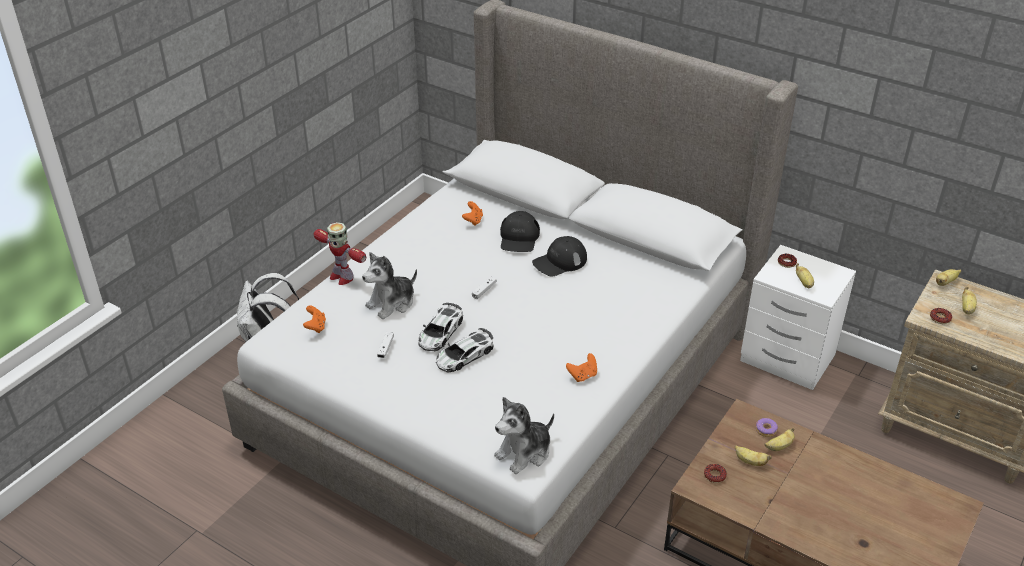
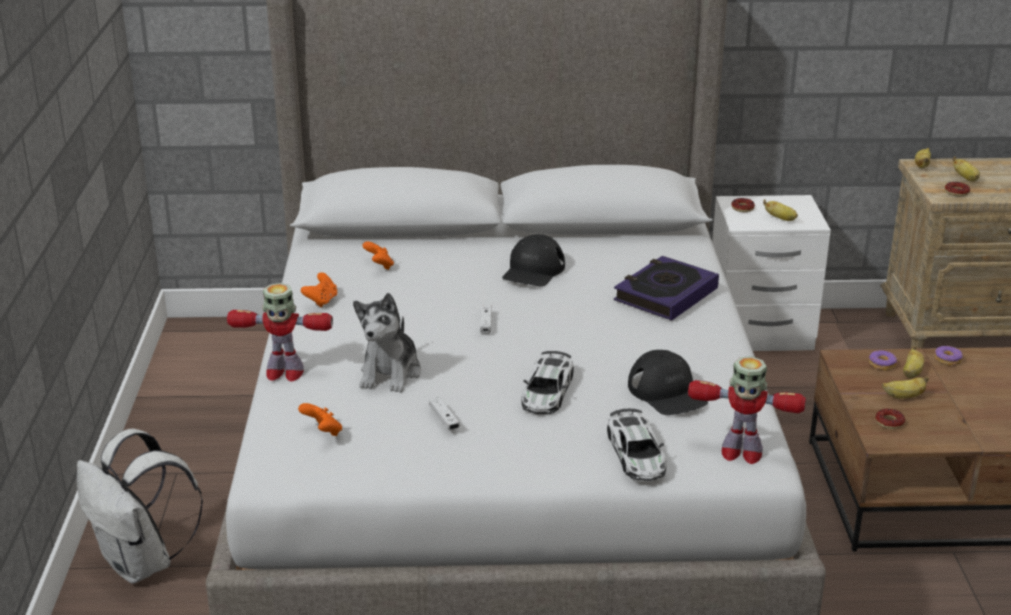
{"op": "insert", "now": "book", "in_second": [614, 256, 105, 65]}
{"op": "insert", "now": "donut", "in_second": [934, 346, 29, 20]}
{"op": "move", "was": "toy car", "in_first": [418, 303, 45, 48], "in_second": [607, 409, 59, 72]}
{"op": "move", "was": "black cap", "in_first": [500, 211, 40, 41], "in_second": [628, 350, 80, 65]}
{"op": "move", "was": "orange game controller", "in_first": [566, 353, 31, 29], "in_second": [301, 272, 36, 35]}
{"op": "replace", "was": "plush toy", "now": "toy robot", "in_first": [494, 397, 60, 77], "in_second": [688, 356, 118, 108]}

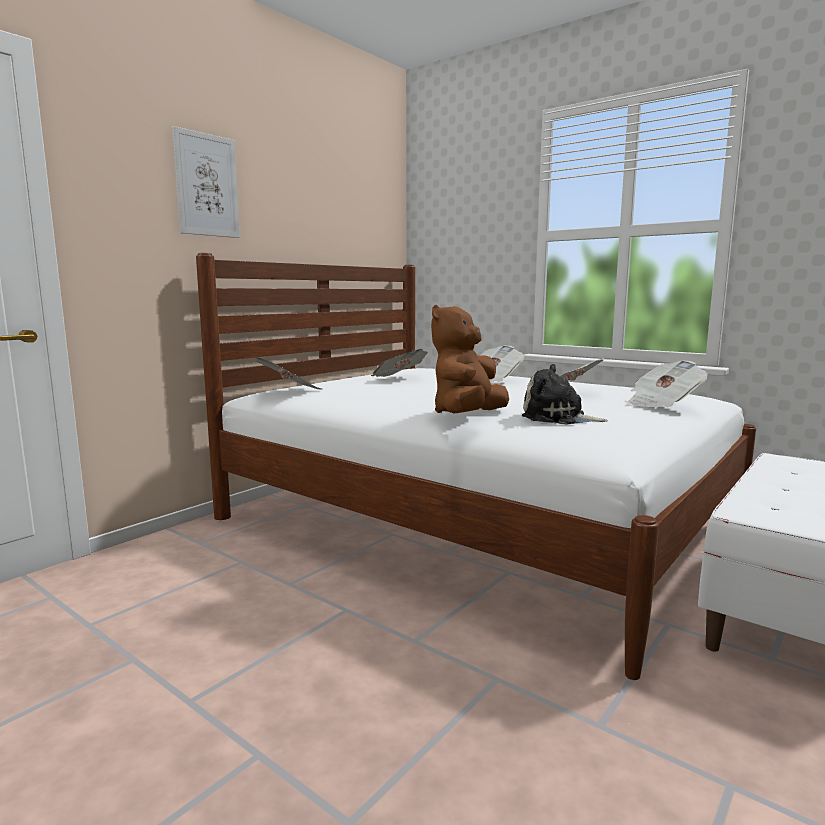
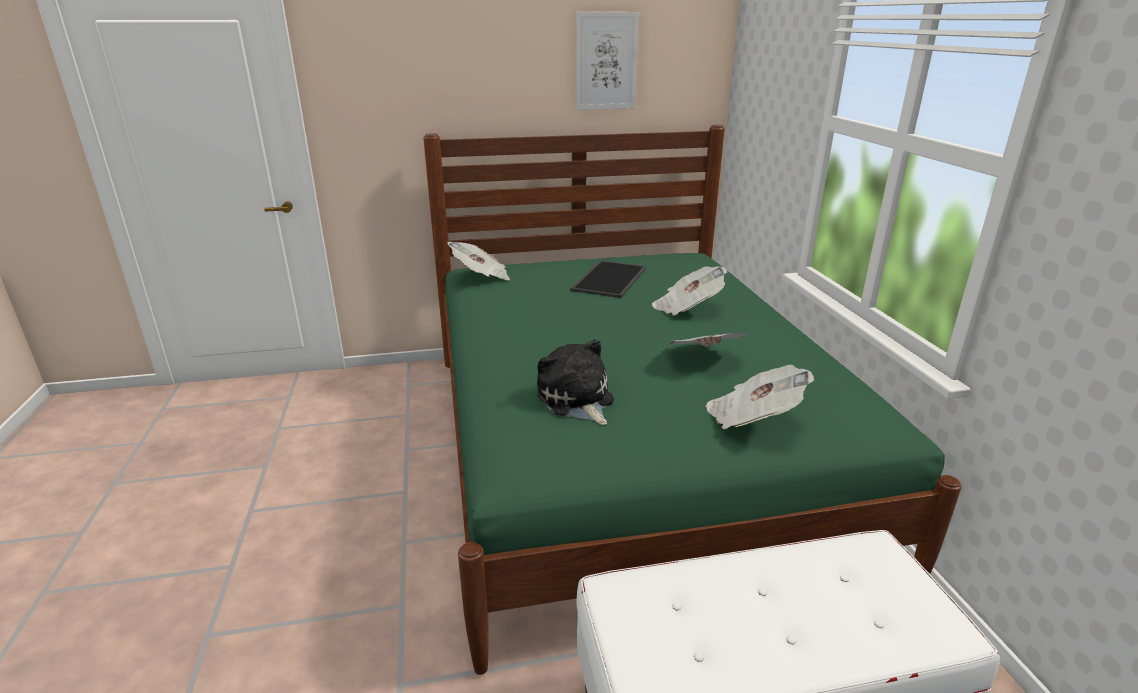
{"op": "delete", "was": "brown plush toy", "in_first": [431, 305, 78, 109]}
{"op": "move", "was": "picture", "in_first": [172, 126, 68, 112], "in_second": [576, 12, 63, 98]}
{"op": "replace", "was": "newspaper", "now": "tray", "in_first": [371, 349, 57, 28], "in_second": [570, 260, 76, 38]}
{"op": "recolor", "was": "white bed", "now": "green bed", "in_first": [196, 253, 560, 427], "in_second": [423, 125, 539, 550]}

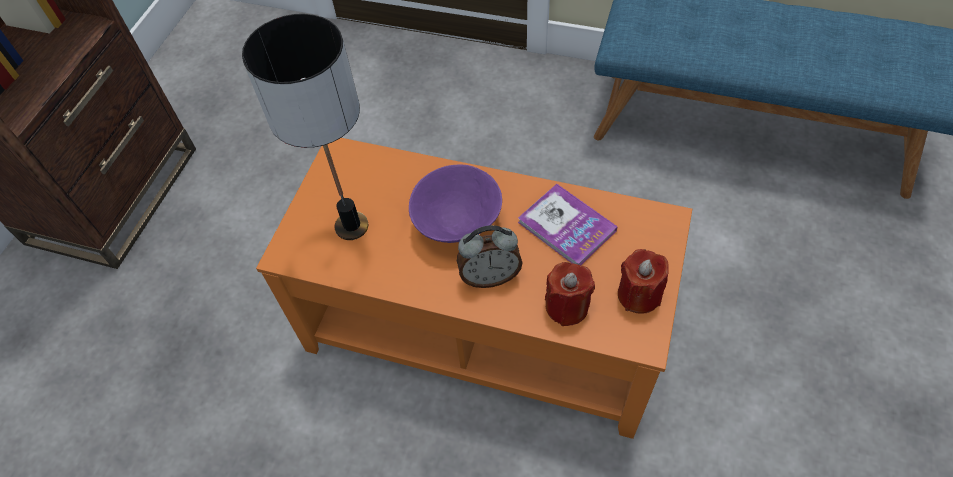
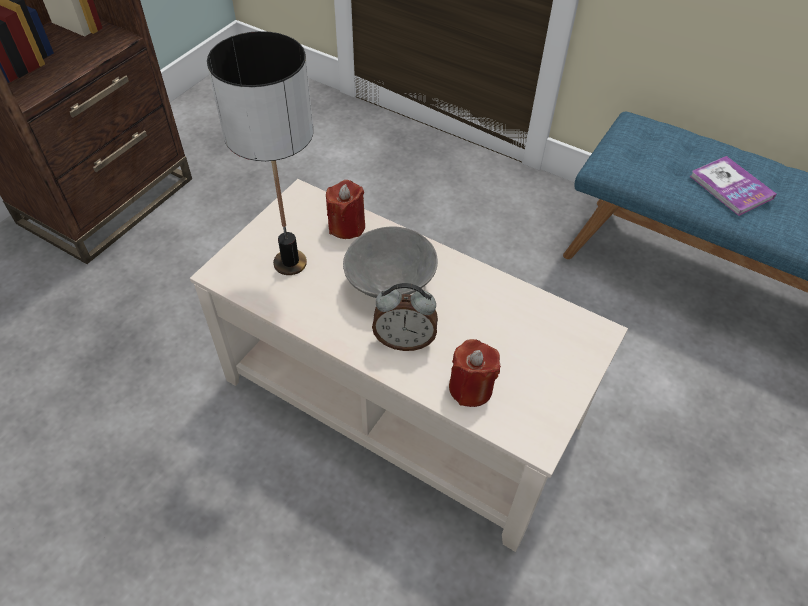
{"op": "move", "was": "book", "in_first": [518, 184, 100, 81], "in_second": [690, 156, 86, 60]}
{"op": "move", "was": "red candle", "in_first": [618, 249, 51, 65], "in_second": [326, 180, 39, 59]}
{"op": "recolor", "was": "orange coffee table", "now": "beige coffee table", "in_first": [256, 138, 436, 301], "in_second": [190, 179, 438, 373]}
{"op": "recolor", "was": "purple bowl", "now": "grey bowl", "in_first": [409, 164, 93, 79], "in_second": [343, 226, 95, 72]}

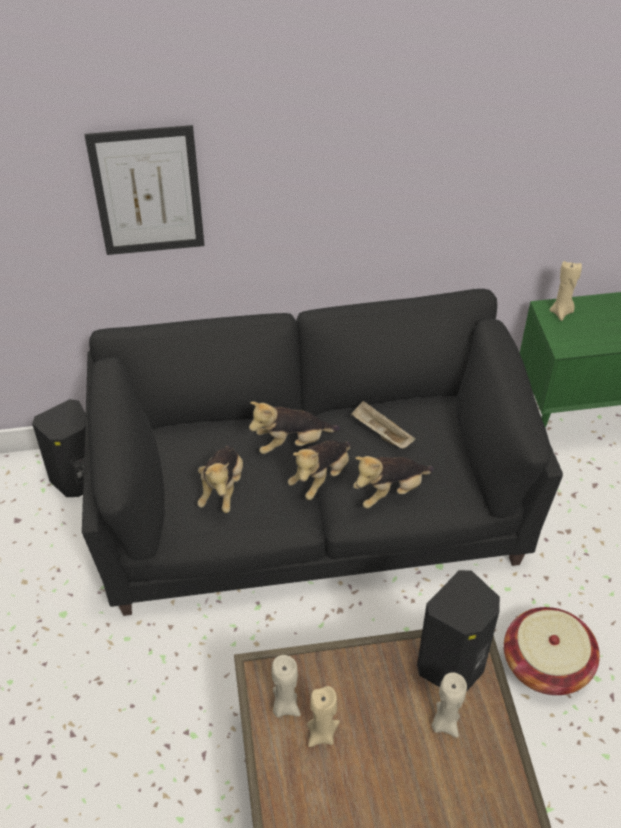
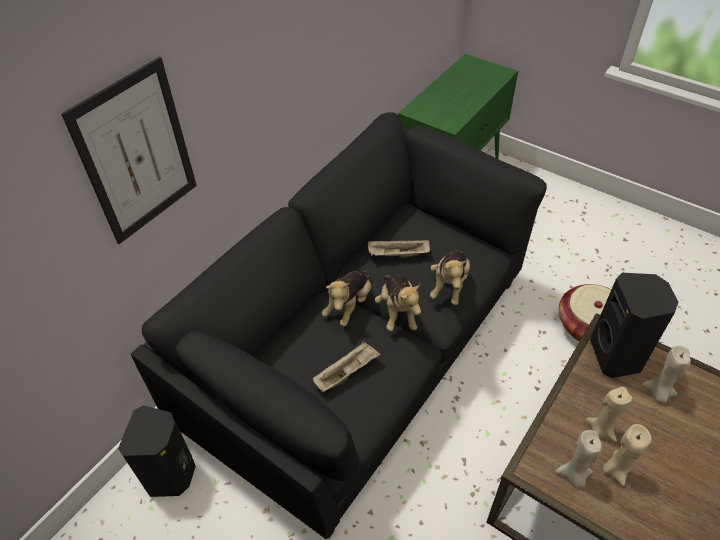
{"op": "move", "was": "beige candle", "in_first": [549, 261, 33, 60], "in_second": [586, 387, 47, 56]}
{"op": "replace", "was": "plush toy", "now": "beige tray", "in_first": [197, 446, 46, 67], "in_second": [313, 341, 67, 51]}

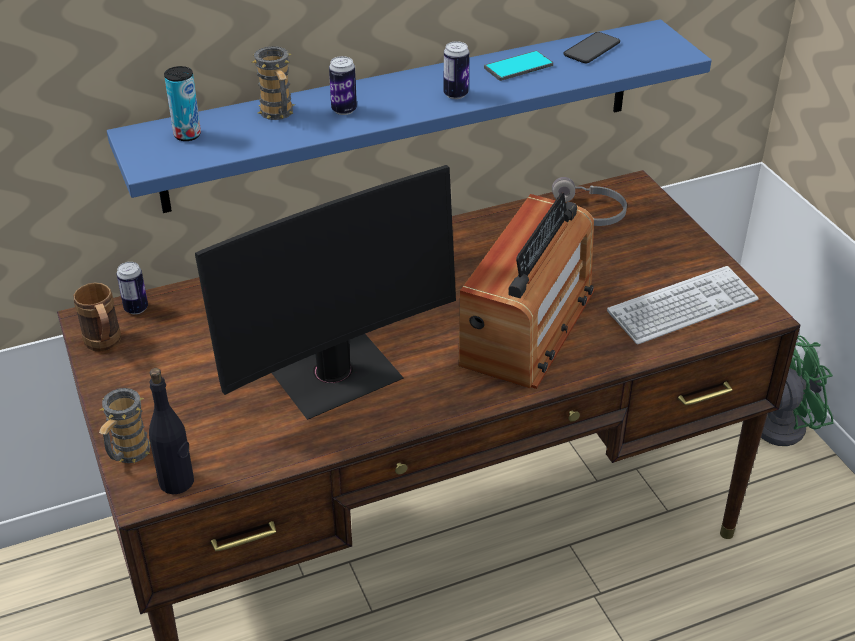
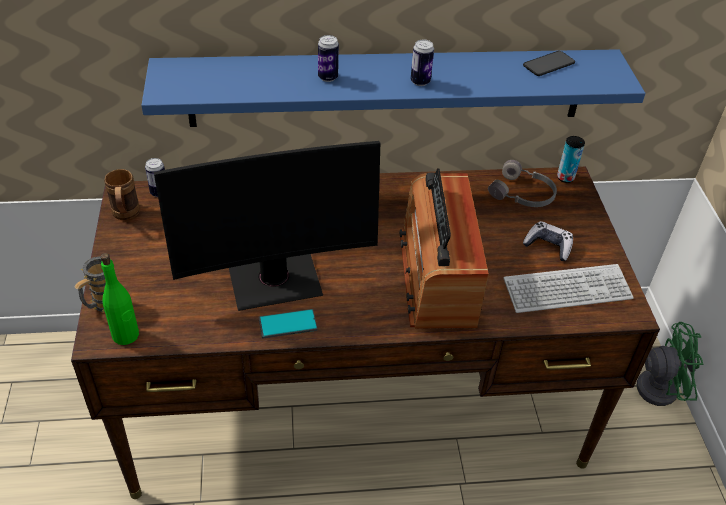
{"op": "delete", "was": "mug", "in_first": [252, 46, 43, 74]}
{"op": "insert", "now": "game controller", "in_second": [523, 221, 50, 40]}
{"op": "move", "was": "can", "in_first": [164, 66, 37, 75], "in_second": [557, 136, 28, 47]}
{"op": "move", "was": "phone", "in_first": [484, 51, 69, 30], "in_second": [259, 309, 59, 30]}
{"op": "recolor", "was": "black bottle", "now": "green bottle", "in_first": [149, 368, 45, 126], "in_second": [101, 253, 38, 92]}
{"op": "rotate", "was": "radio", "in_first": [458, 193, 137, 196], "in_second": [400, 168, 89, 161], "clockwise": 135}

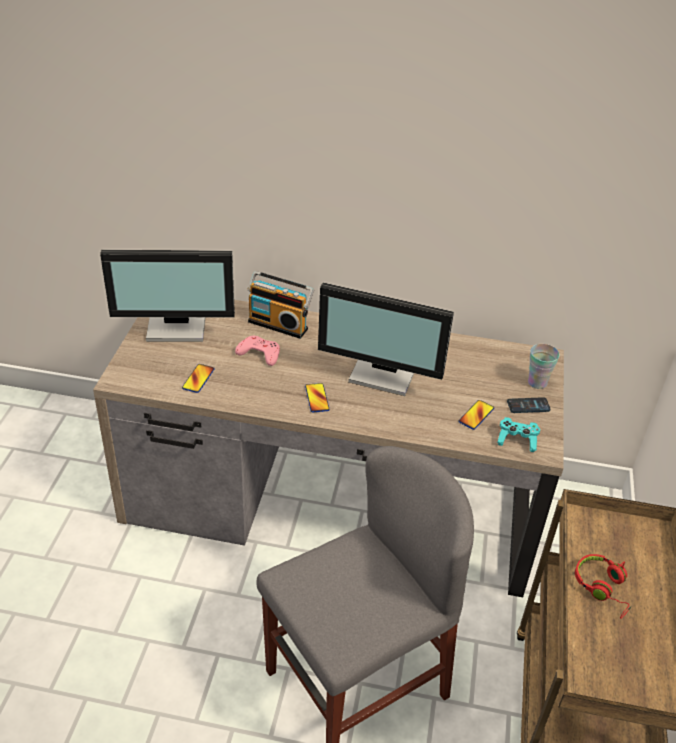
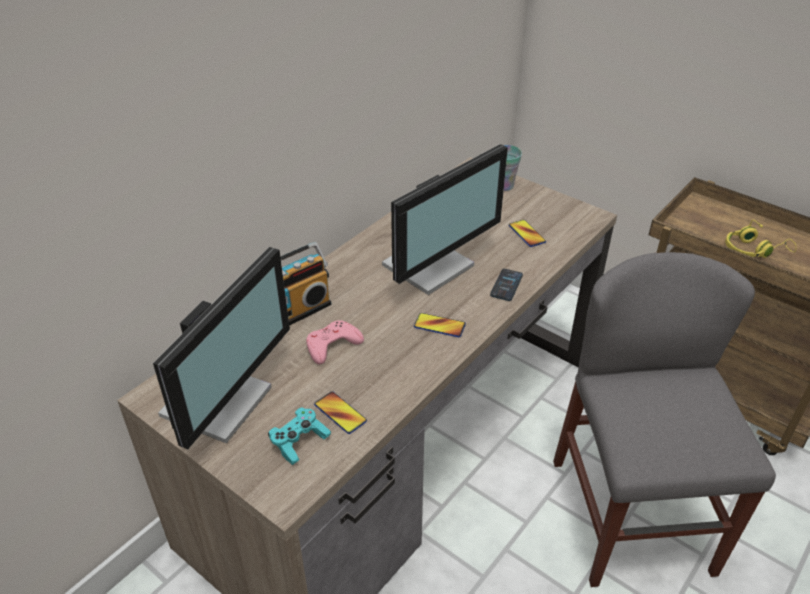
{"op": "move", "was": "turquoise game controller", "in_first": [497, 417, 43, 35], "in_second": [268, 407, 63, 58]}
{"op": "move", "was": "phone", "in_first": [507, 397, 44, 16], "in_second": [490, 269, 33, 32]}
{"op": "recolor", "was": "red headphones", "now": "yellow headphones", "in_first": [575, 554, 57, 65], "in_second": [725, 220, 71, 38]}

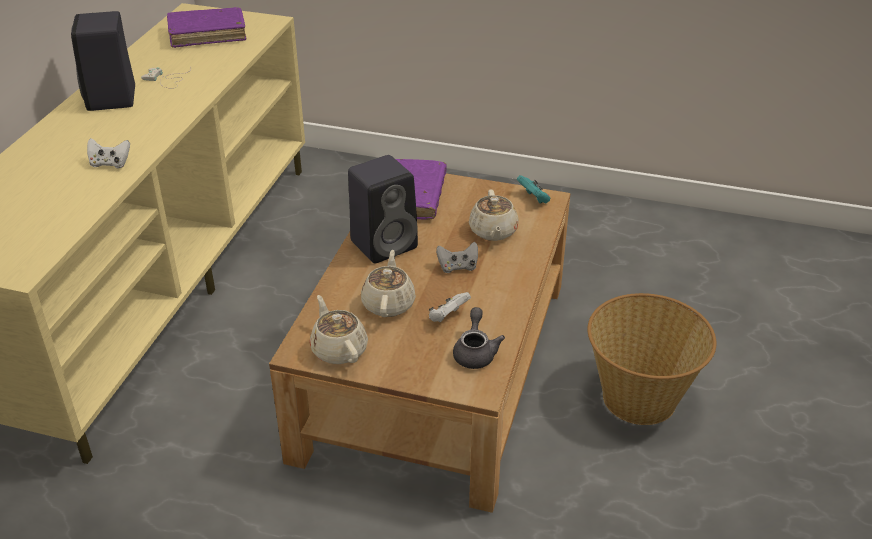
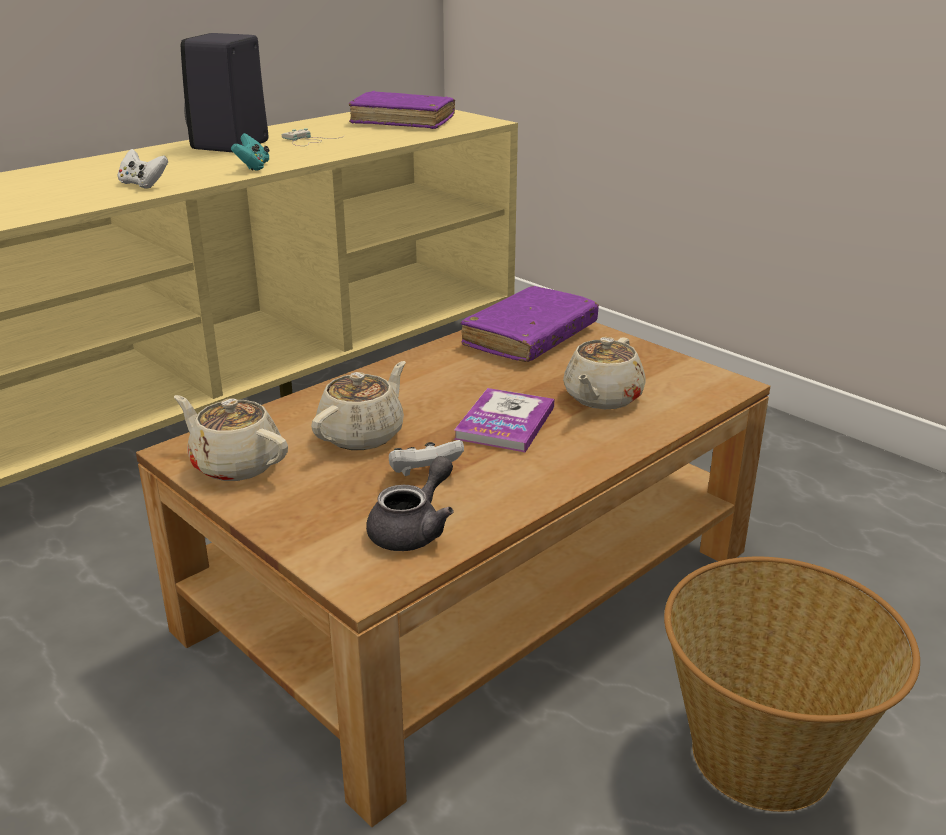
{"op": "delete", "was": "black speaker", "in_first": [348, 155, 70, 108]}
{"op": "move", "was": "turquoise game controller", "in_first": [517, 175, 33, 29], "in_second": [231, 133, 38, 38]}
{"op": "replace", "was": "grey game controller", "now": "book", "in_first": [436, 242, 42, 31], "in_second": [454, 388, 100, 64]}
{"op": "rotate", "was": "beige teapot", "in_first": [309, 295, 59, 69], "in_second": [174, 395, 114, 86], "clockwise": -60}

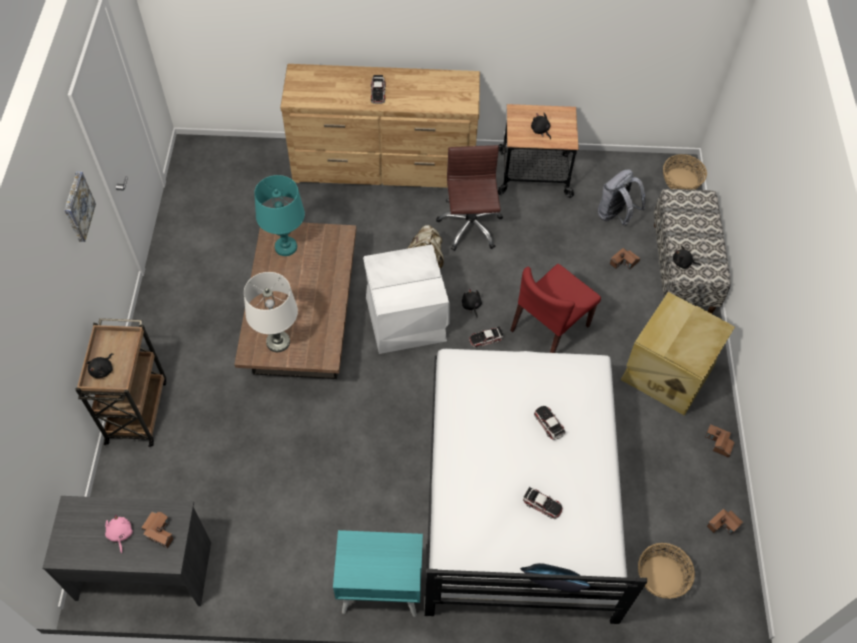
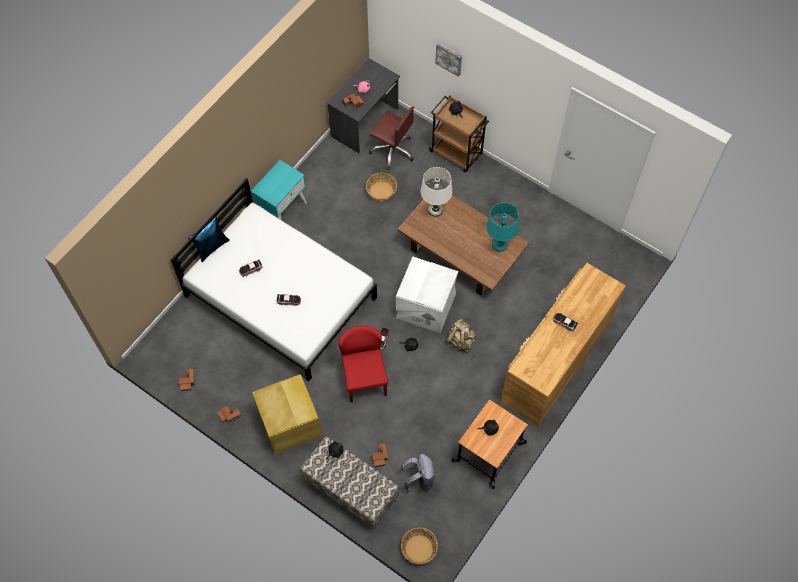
{"op": "move", "was": "picture", "in_first": [64, 172, 32, 70], "in_second": [435, 43, 27, 34]}
{"op": "move", "was": "brown office chair", "in_first": [436, 145, 67, 106], "in_second": [369, 106, 45, 64]}
{"op": "move", "was": "basket", "in_first": [638, 543, 57, 56], "in_second": [366, 173, 31, 29]}

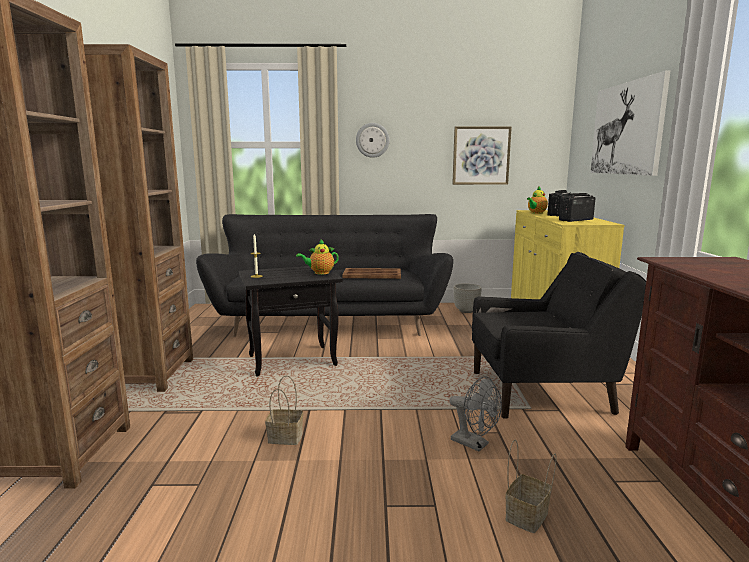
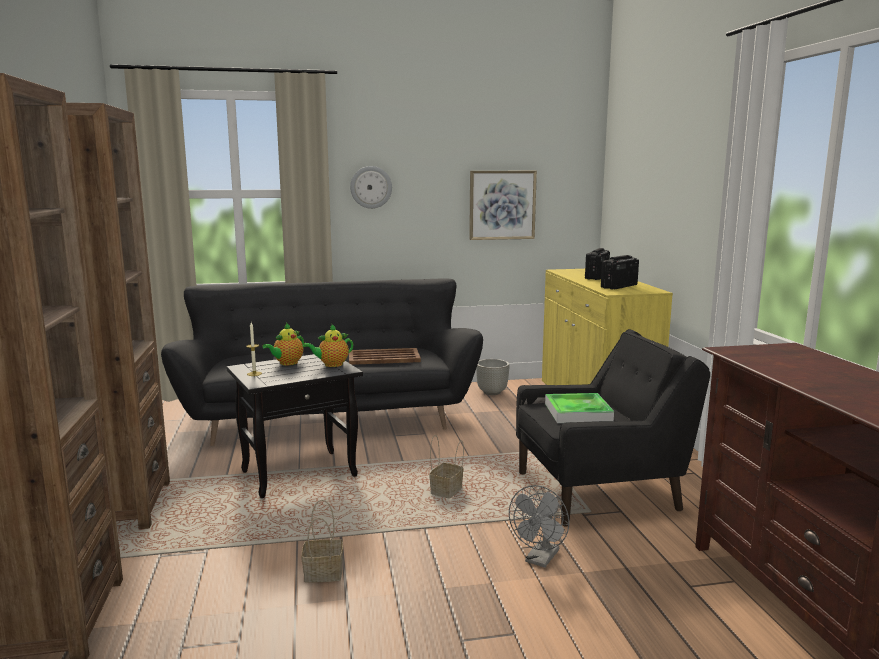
{"op": "delete", "was": "picture", "in_first": [590, 70, 80, 106]}
{"op": "insert", "now": "tray", "in_second": [545, 393, 69, 30]}
{"op": "move", "was": "basket", "in_first": [505, 439, 51, 94], "in_second": [429, 435, 35, 63]}
{"op": "move", "was": "teapot", "in_first": [527, 187, 21, 27], "in_second": [263, 323, 41, 42]}
{"op": "rotate", "was": "grey fan", "in_first": [449, 376, 53, 76], "in_second": [509, 485, 60, 83], "clockwise": 90}

